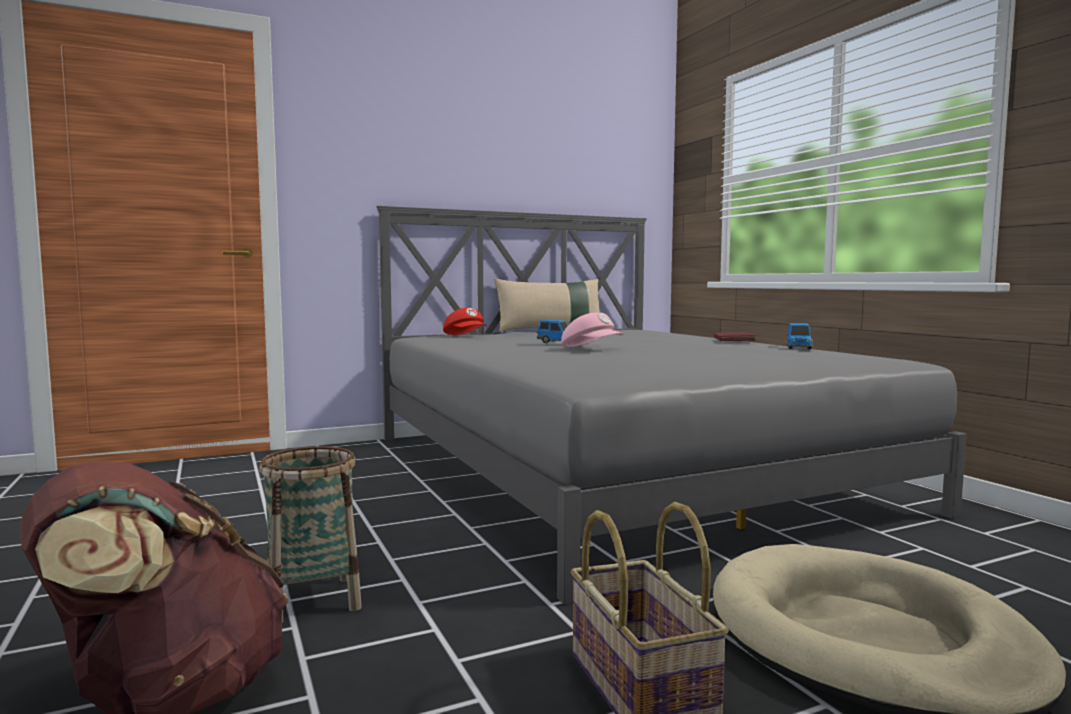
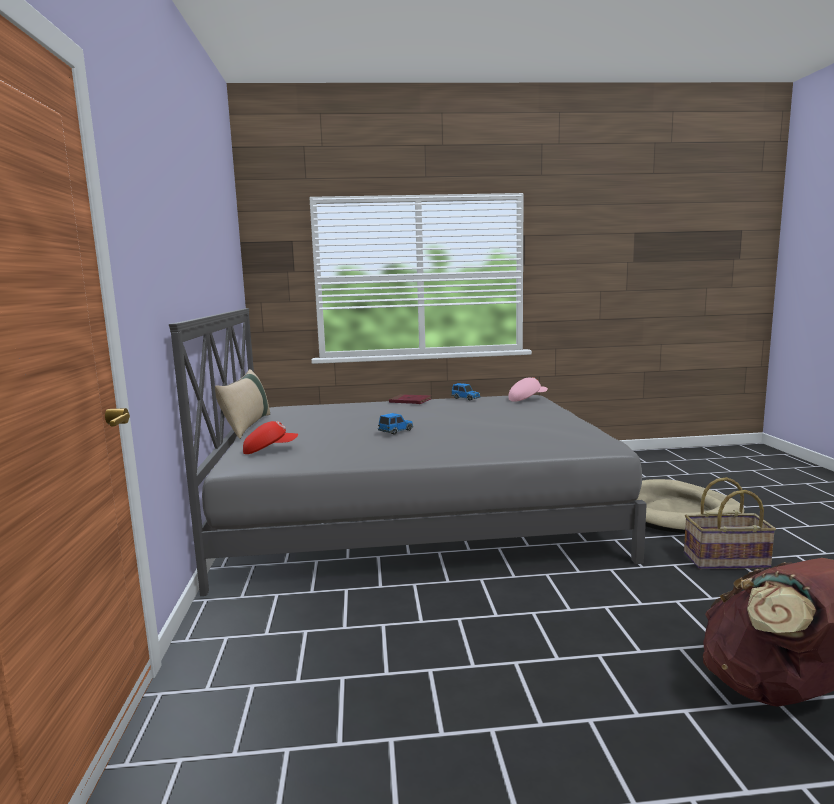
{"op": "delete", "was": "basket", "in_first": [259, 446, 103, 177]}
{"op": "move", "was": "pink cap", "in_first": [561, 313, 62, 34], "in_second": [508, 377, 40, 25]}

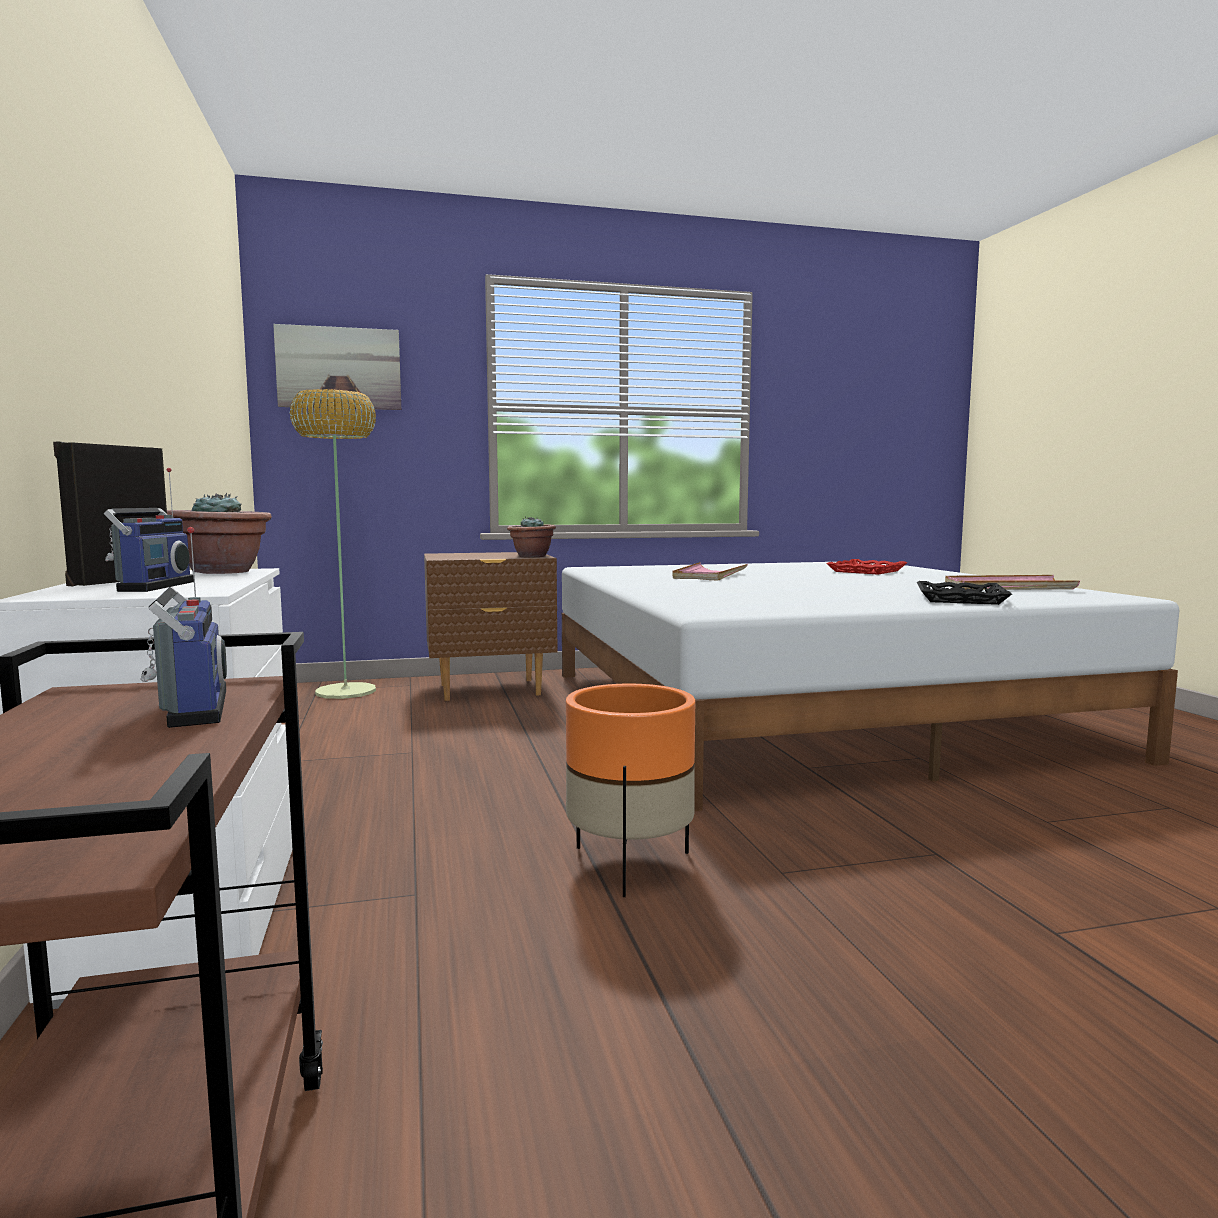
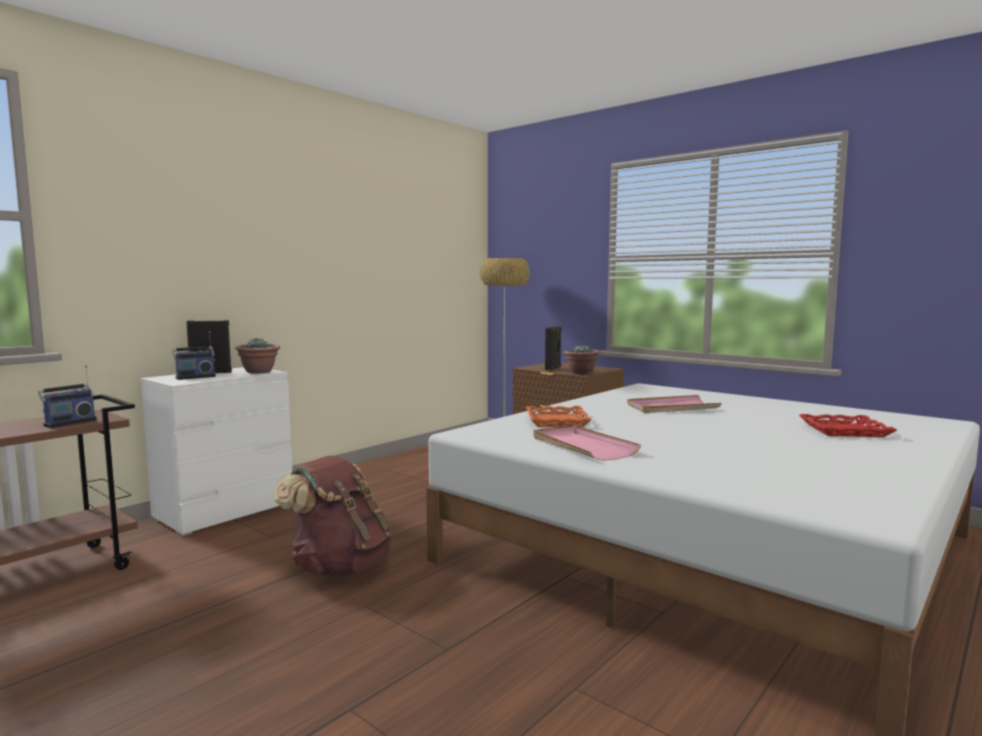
{"op": "delete", "was": "picture", "in_first": [273, 324, 128, 86]}
{"op": "delete", "was": "black tray", "in_first": [917, 581, 95, 24]}
{"op": "insert", "now": "orange tray", "in_second": [526, 406, 66, 21]}
{"op": "insert", "now": "black speaker", "in_second": [545, 326, 17, 45]}
{"op": "move", "was": "pink tray", "in_first": [945, 575, 135, 15], "in_second": [533, 425, 108, 36]}
{"op": "replace", "was": "orange planter", "now": "brown backpack", "in_first": [566, 684, 129, 213], "in_second": [273, 455, 119, 122]}

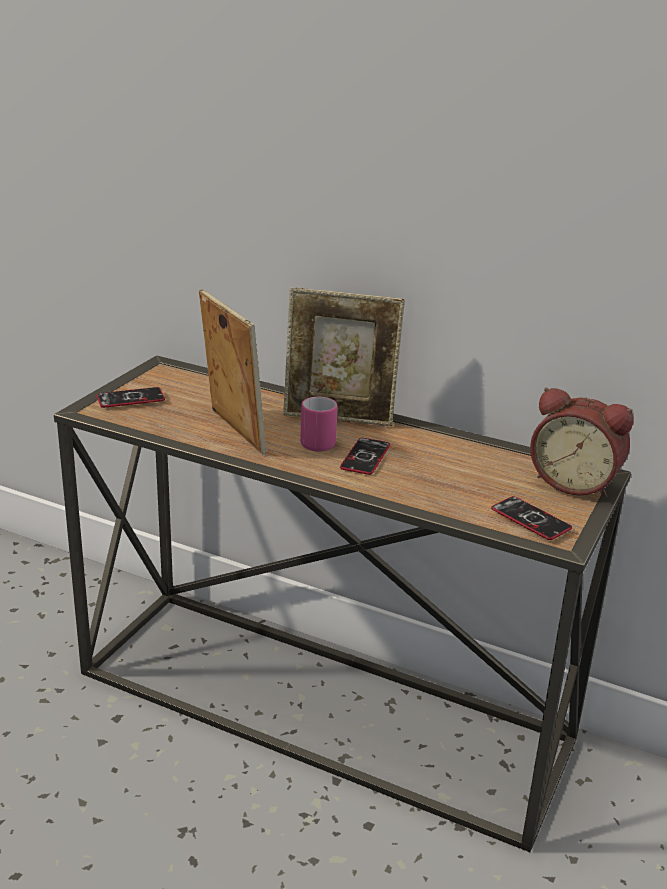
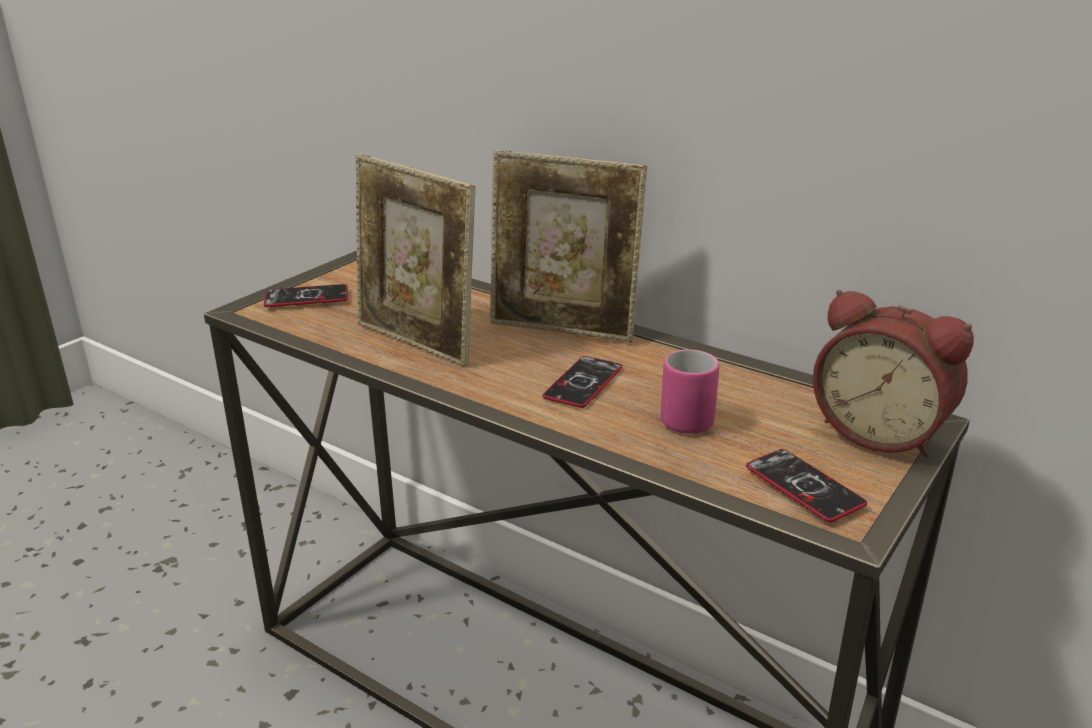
{"op": "move", "was": "pink mug", "in_first": [300, 397, 37, 54], "in_second": [660, 349, 60, 85]}
{"op": "rotate", "was": "picture frame", "in_first": [199, 290, 68, 165], "in_second": [356, 154, 119, 213], "clockwise": 150}

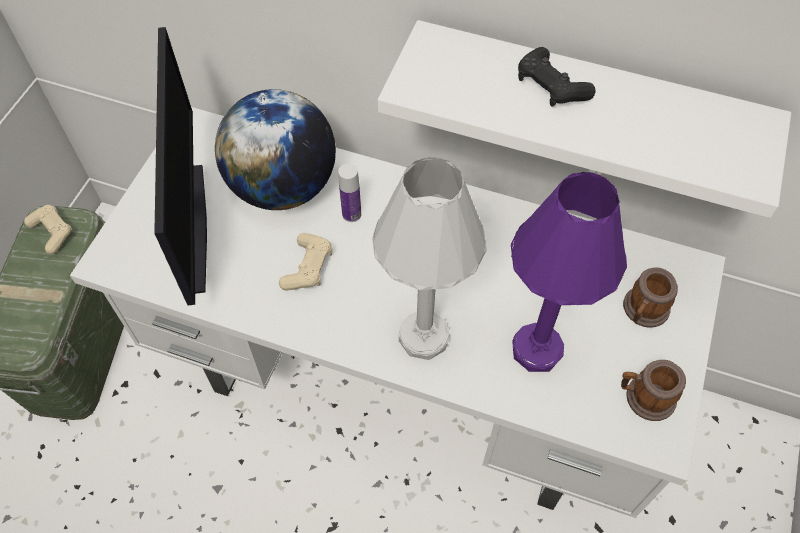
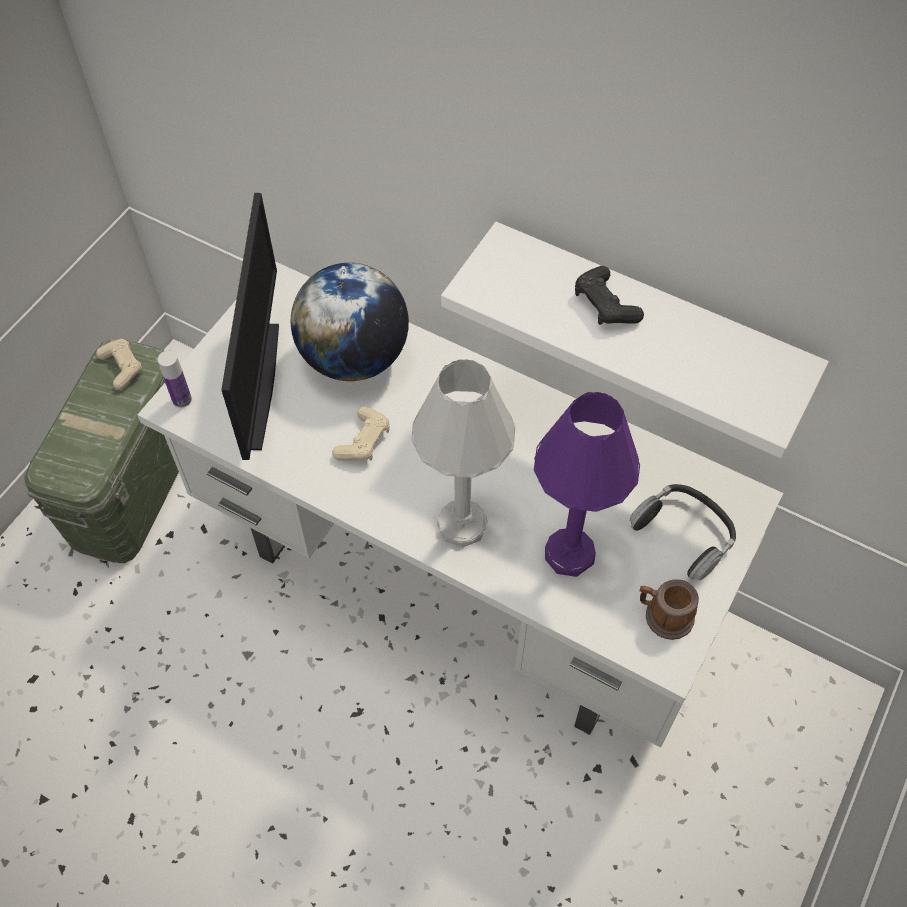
{"op": "move", "was": "bottle", "in_first": [338, 163, 23, 59], "in_second": [158, 351, 34, 57]}
{"op": "replace", "was": "mug", "now": "headphones", "in_first": [623, 267, 55, 61], "in_second": [630, 484, 106, 96]}

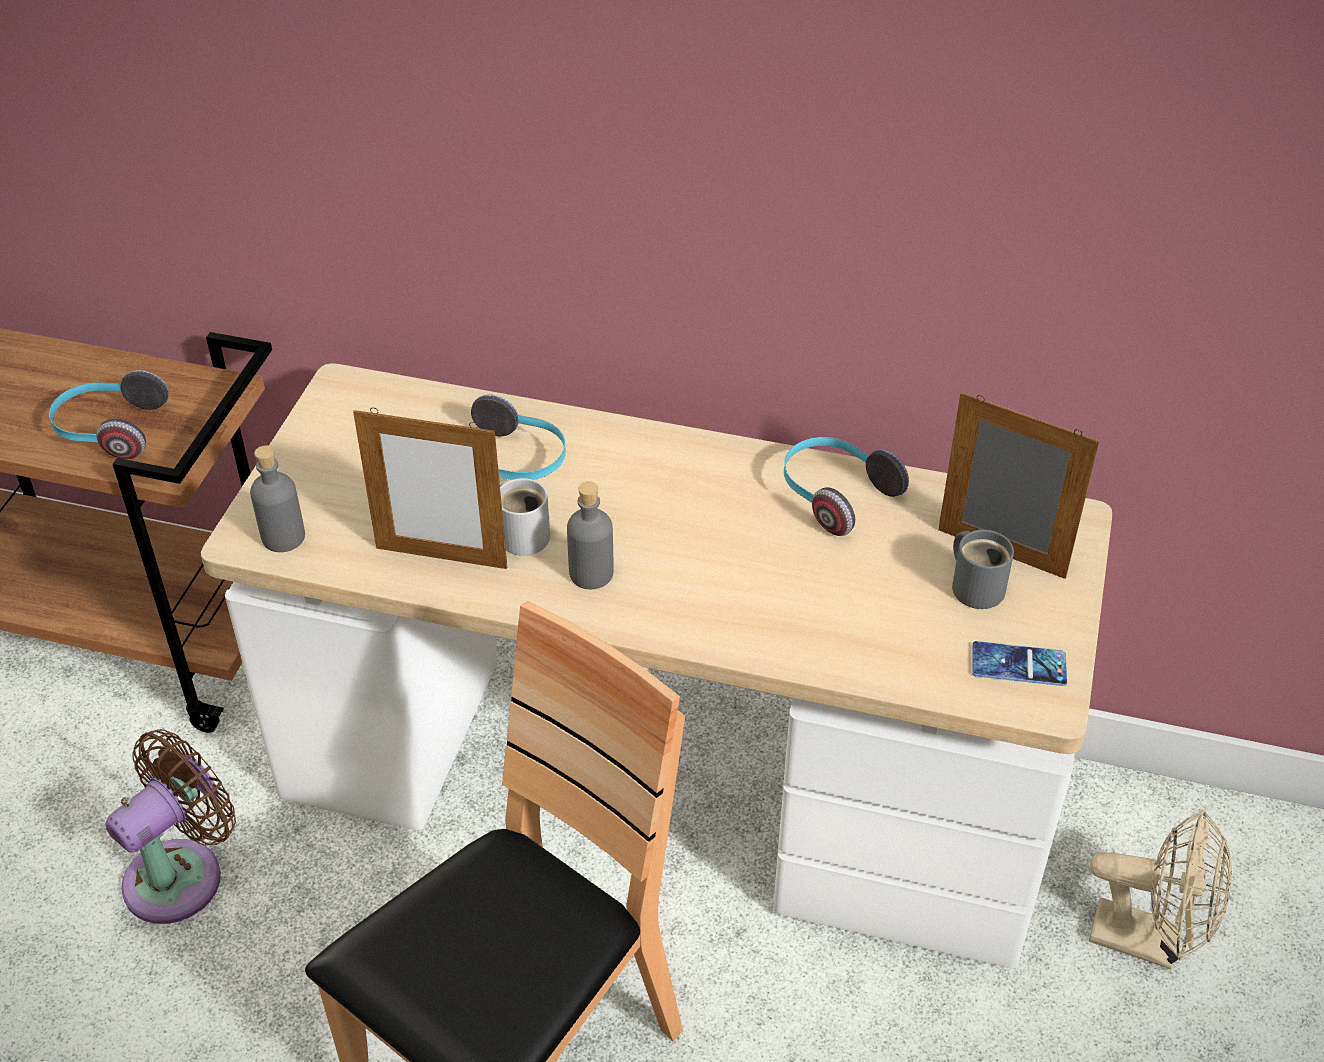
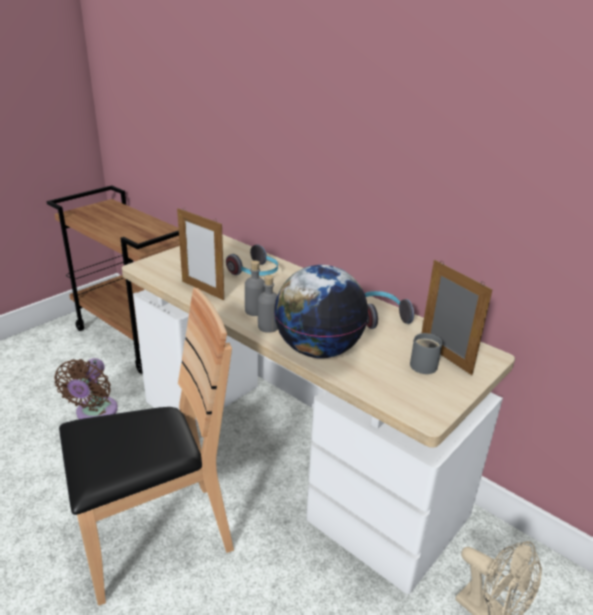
{"op": "delete", "was": "headphones", "in_first": [49, 370, 120, 89]}
{"op": "delete", "was": "white mug", "in_first": [500, 478, 50, 78]}
{"op": "delete", "was": "phone", "in_first": [972, 641, 95, 45]}
{"op": "insert", "now": "globe", "in_second": [274, 265, 94, 93]}
{"op": "move", "was": "grey bottle", "in_first": [250, 445, 55, 107], "in_second": [258, 275, 20, 58]}
{"op": "rotate", "was": "brown fan", "in_first": [105, 729, 131, 195], "in_second": [54, 358, 64, 61], "clockwise": 120}

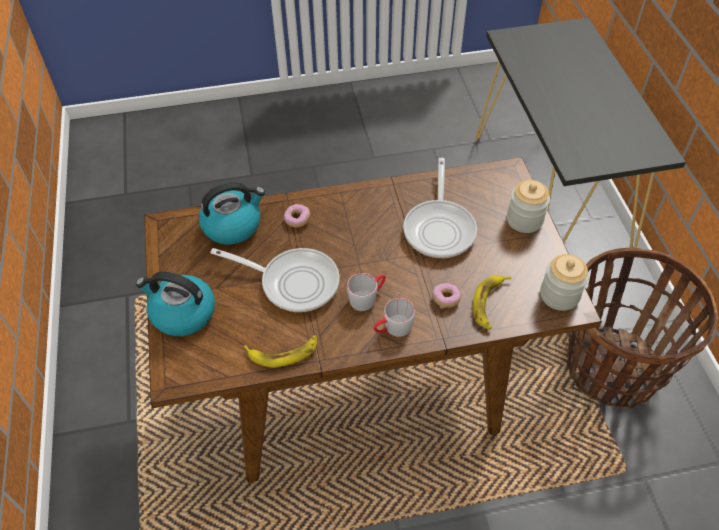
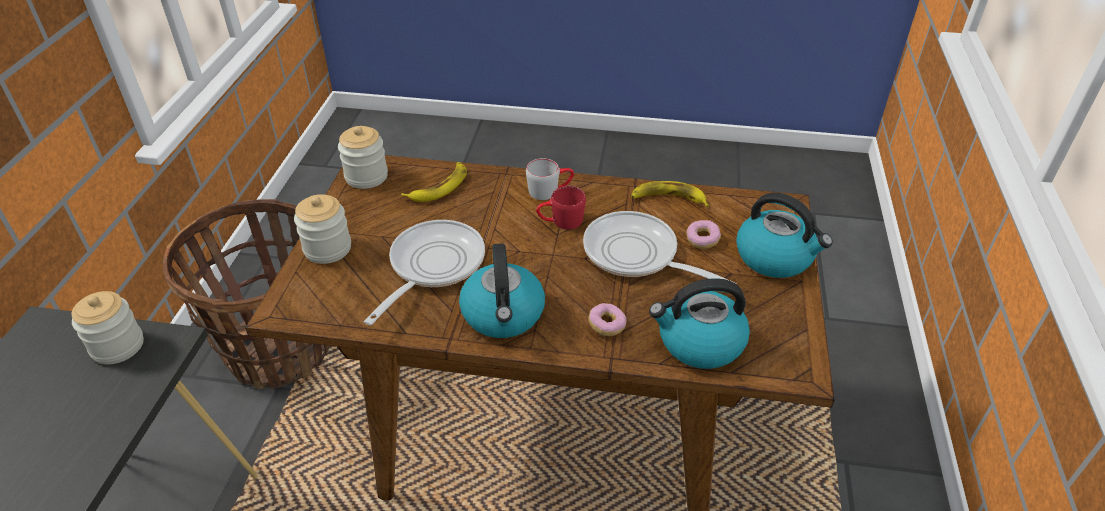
{"op": "insert", "now": "jar", "in_second": [72, 291, 72, 73]}
{"op": "insert", "now": "kettle", "in_second": [459, 243, 86, 95]}
{"op": "move", "was": "donut", "in_first": [432, 283, 29, 25], "in_second": [686, 220, 35, 29]}
{"op": "recolor", "was": "grey mug", "now": "red mug", "in_first": [347, 273, 39, 38], "in_second": [536, 186, 50, 43]}

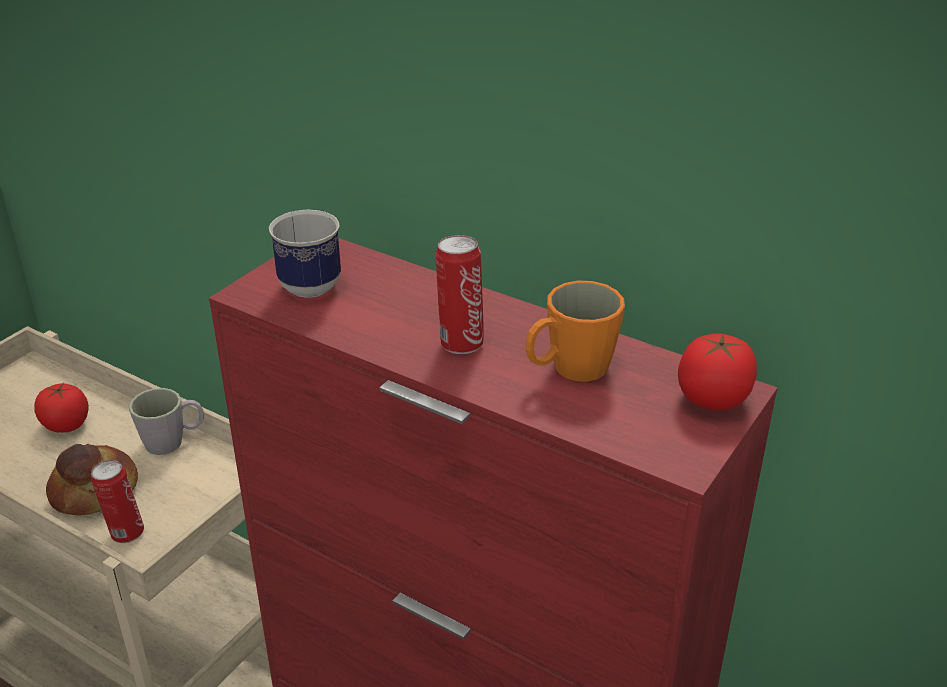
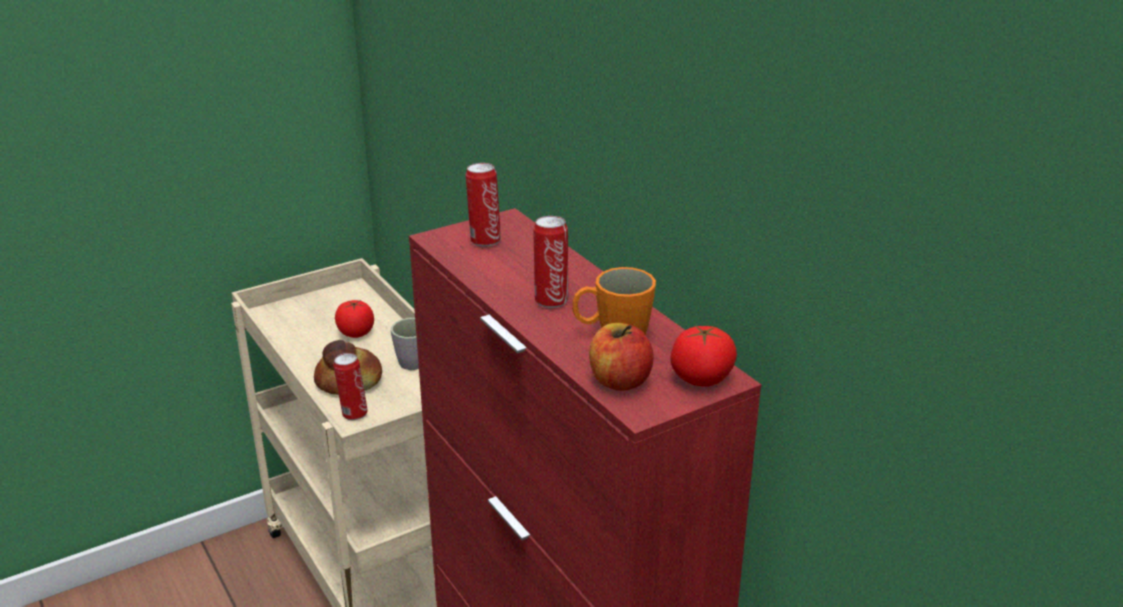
{"op": "insert", "now": "apple", "in_second": [589, 323, 64, 68]}
{"op": "replace", "was": "mug", "now": "can", "in_first": [269, 210, 72, 88], "in_second": [466, 163, 35, 84]}

